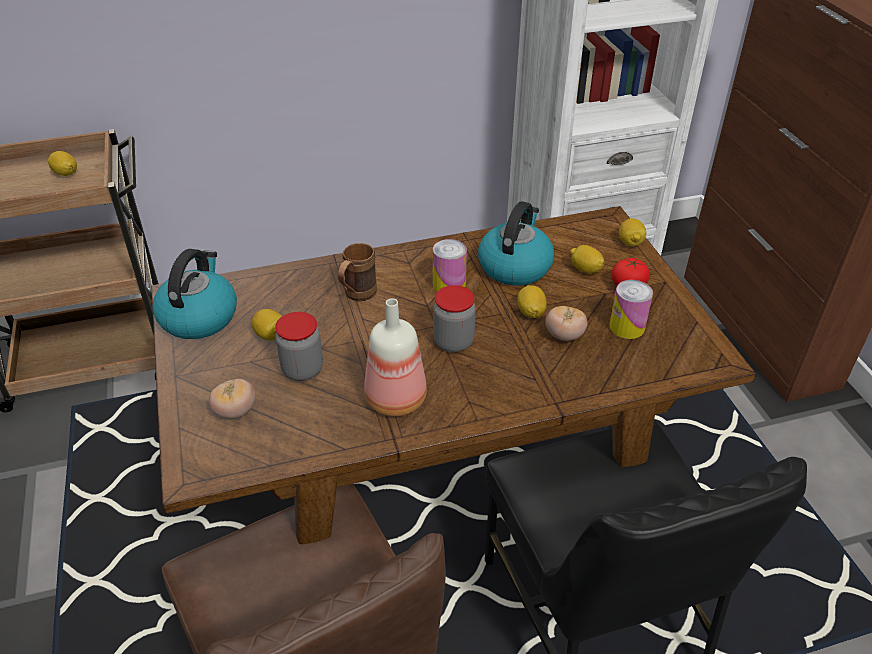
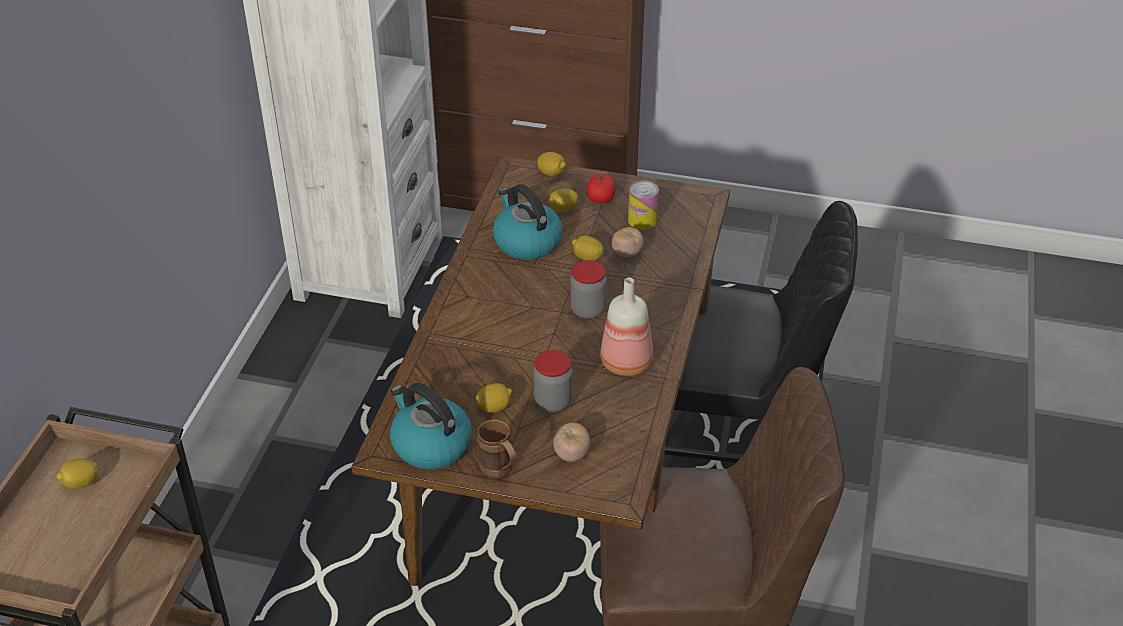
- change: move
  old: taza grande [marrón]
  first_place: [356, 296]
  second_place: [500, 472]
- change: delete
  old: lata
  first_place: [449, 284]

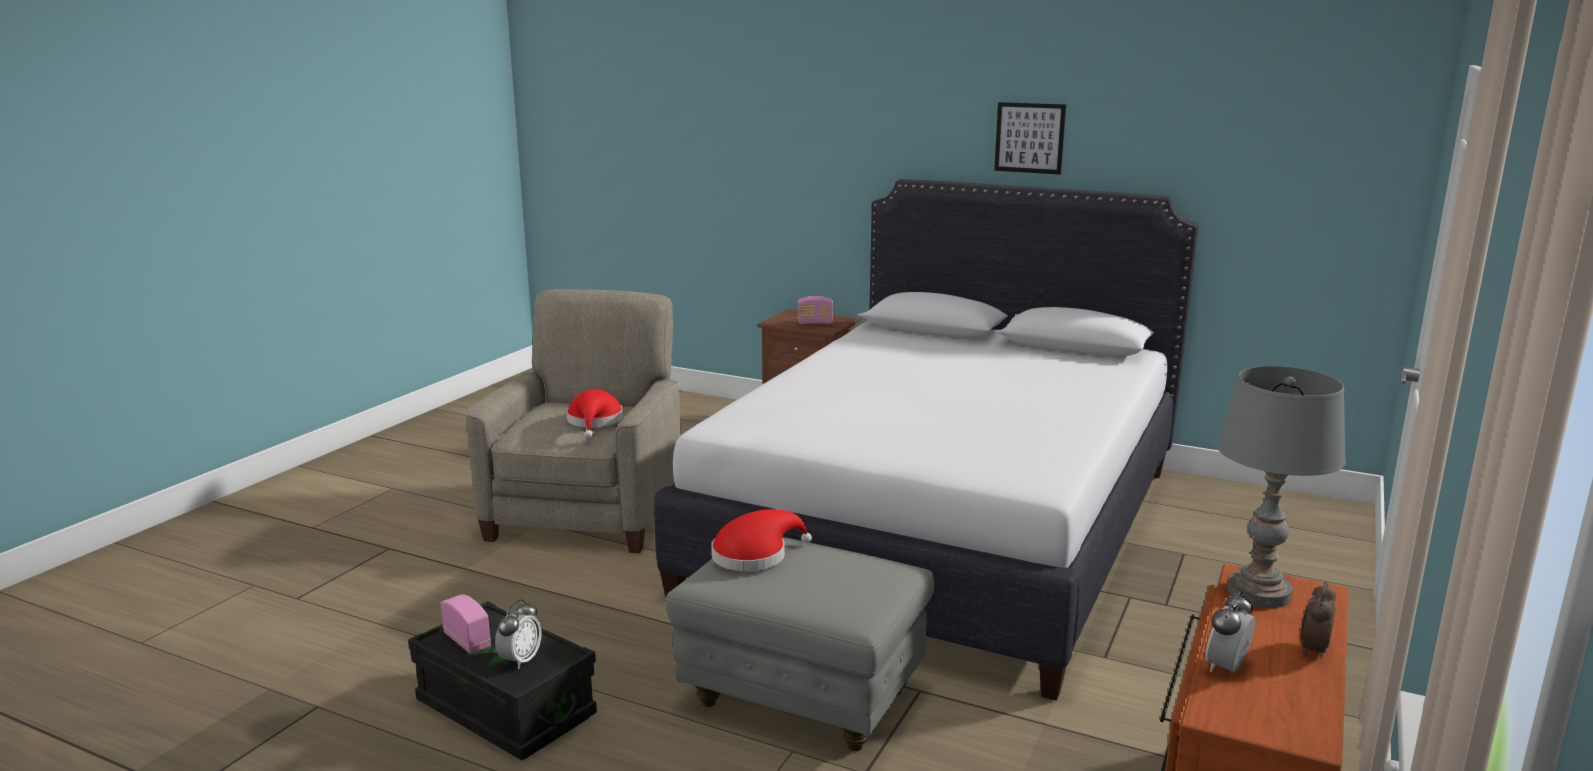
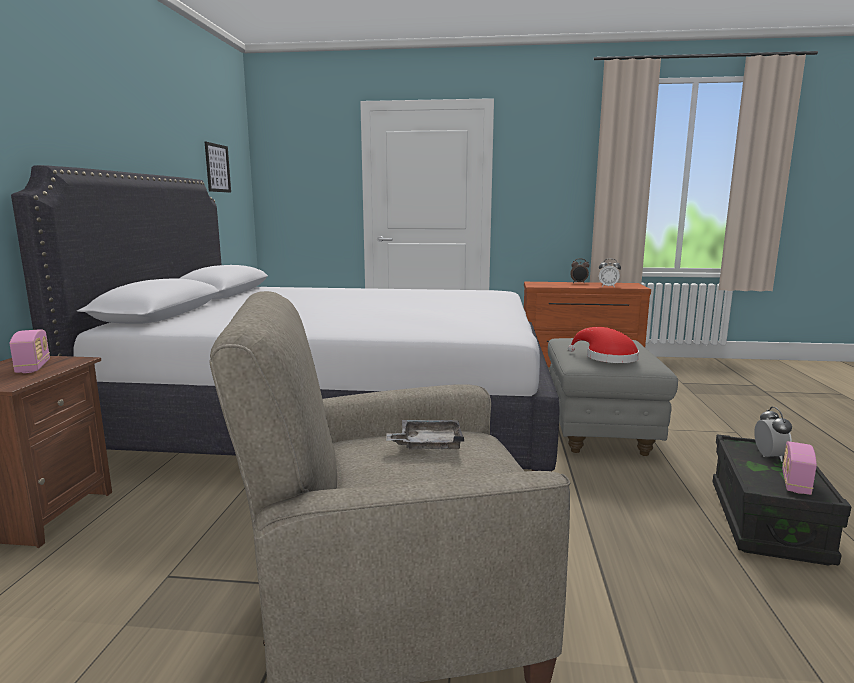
- change: rotate
  old: despertador
  first_place: [520, 660]
  second_place: [769, 456]
  degrees: 90
- change: replace
  old: sombrero [rojo]
  new: bandeja [gris]
  first_place: [595, 422]
  second_place: [428, 444]
- change: move
  old: cuadro
  first_place: [1029, 138]
  second_place: [217, 168]
- change: delete
  old: lámpara de mesa [gris]
  first_place: [1259, 593]

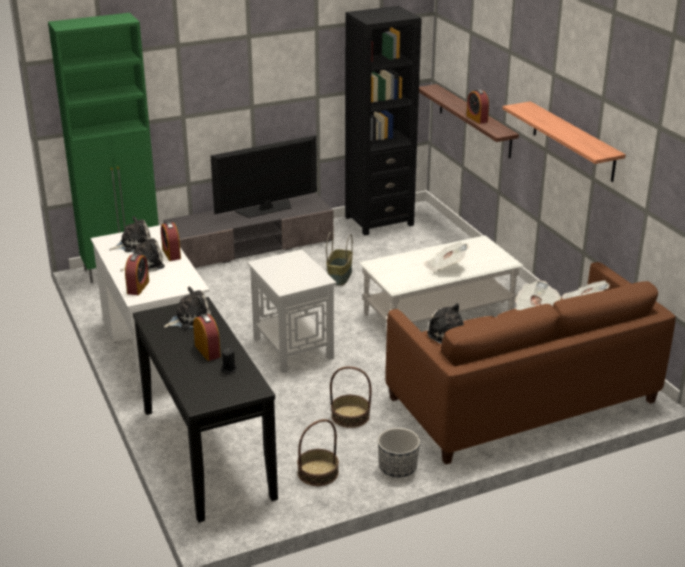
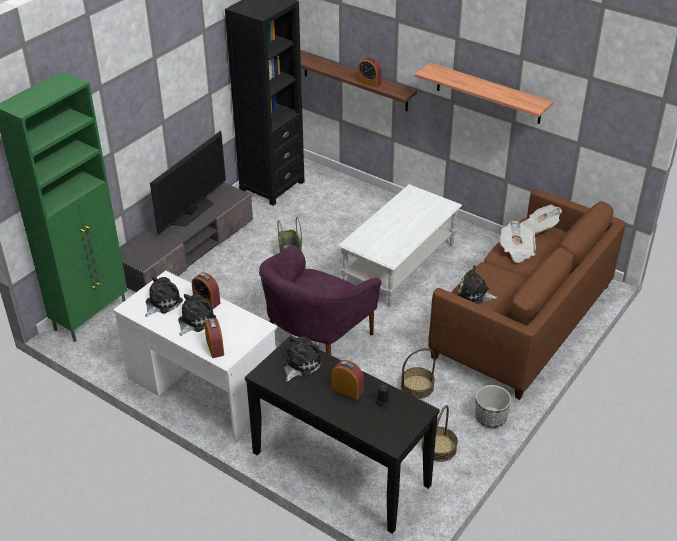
- change: replace
  old: mesa auxiliar [blanco]
  new: sillón [morado]
  first_place: [292, 347]
  second_place: [315, 340]
- change: delete
  old: periódico
  first_place: [445, 267]

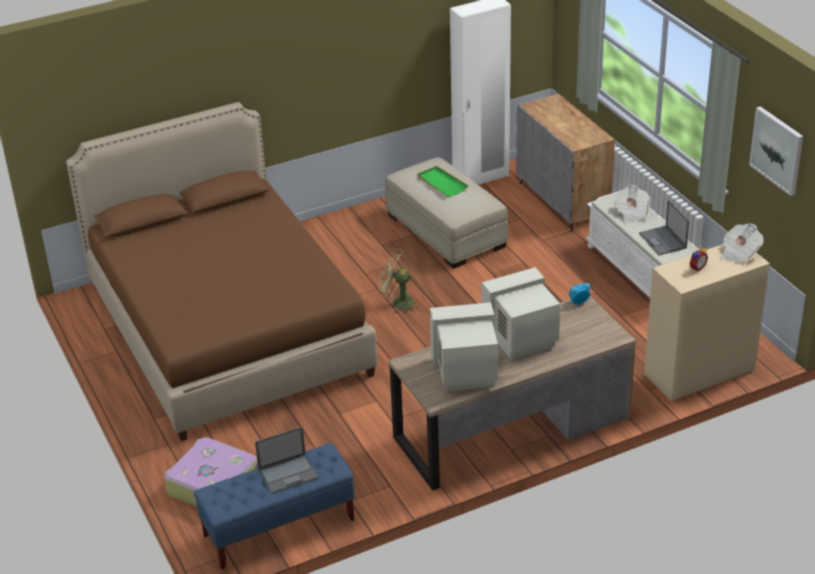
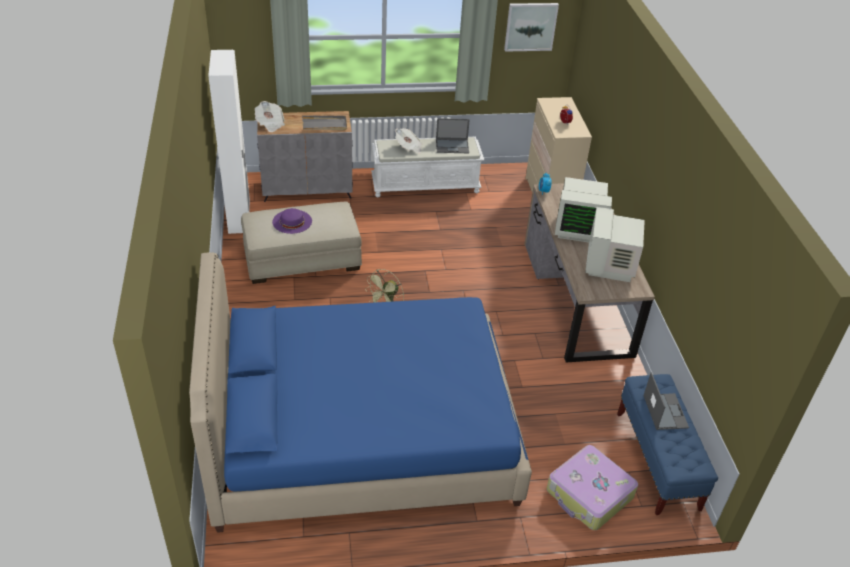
- change: recolor
  old: cama [marrón]
  new: cama [azul]
  first_place: [227, 329]
  second_place: [362, 434]
- change: replace
  old: bandeja [verde]
  new: sombrero [morado]
  first_place: [441, 183]
  second_place: [292, 221]
- change: rotate
  old: monitor
  first_place: [521, 339]
  second_place: [578, 228]
  degrees: -75
- change: move
  old: periódico
  first_place: [739, 253]
  second_place: [270, 124]
- change: insert
  new: bandeja [gris]
  second_place: [324, 125]

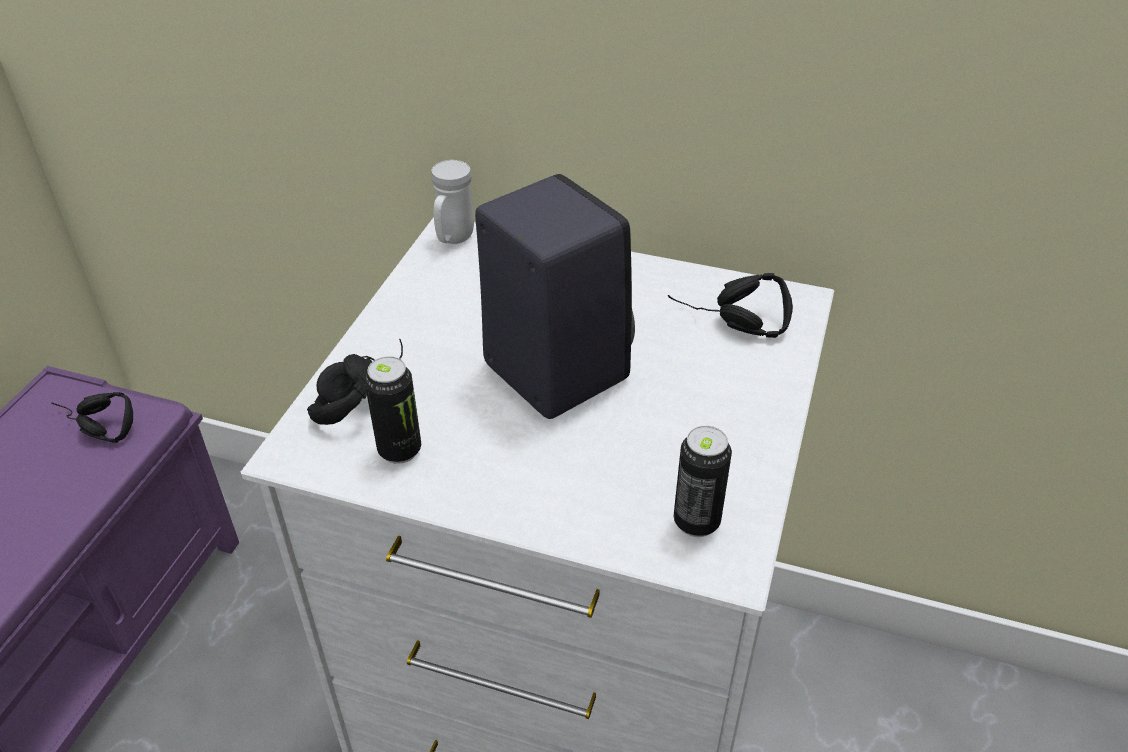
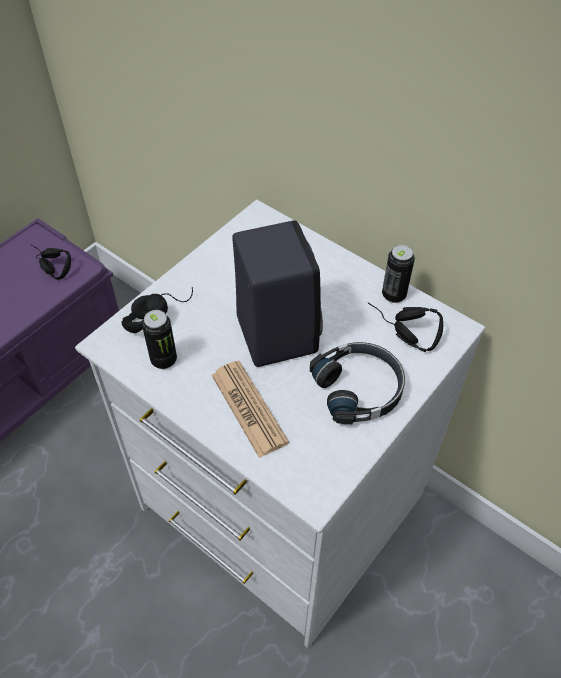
- change: delete
  old: taza grande [blanco]
  first_place: [453, 239]
- change: move
  old: lata
  first_place: [696, 522]
  second_place: [393, 295]
- change: insert
  new: periódico
  second_place: [248, 408]
- change: insert
  new: auriculares [negro]
  second_place: [359, 388]

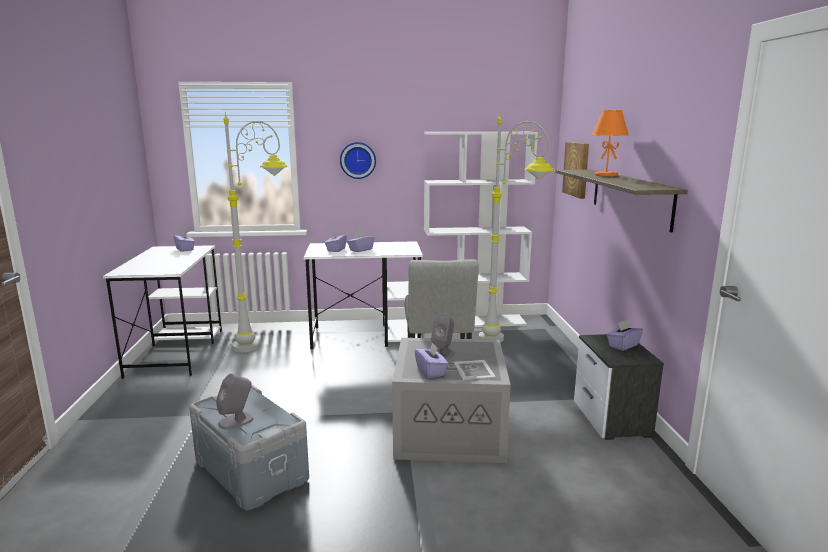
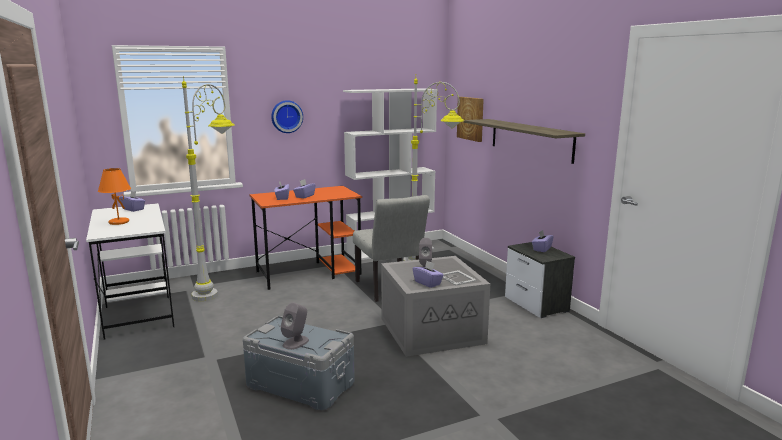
- change: recolor
  old: escritorio [blanco]
  new: escritorio [naranja]
  first_place: [367, 336]
  second_place: [309, 273]
- change: move
  old: lámpara de mesa [naranja]
  first_place: [605, 175]
  second_place: [118, 222]

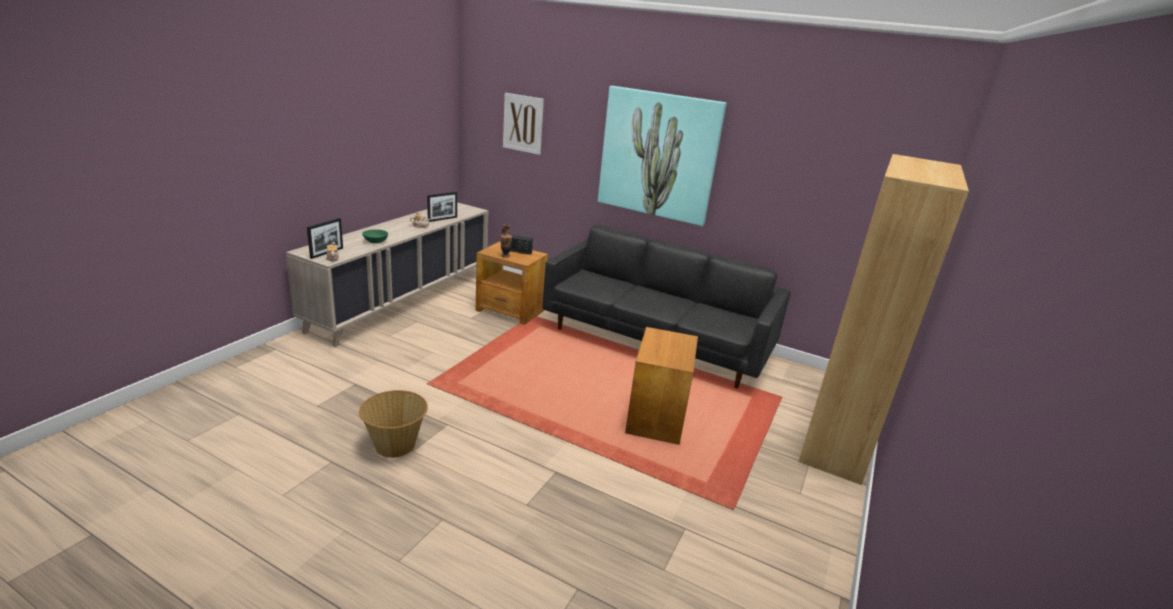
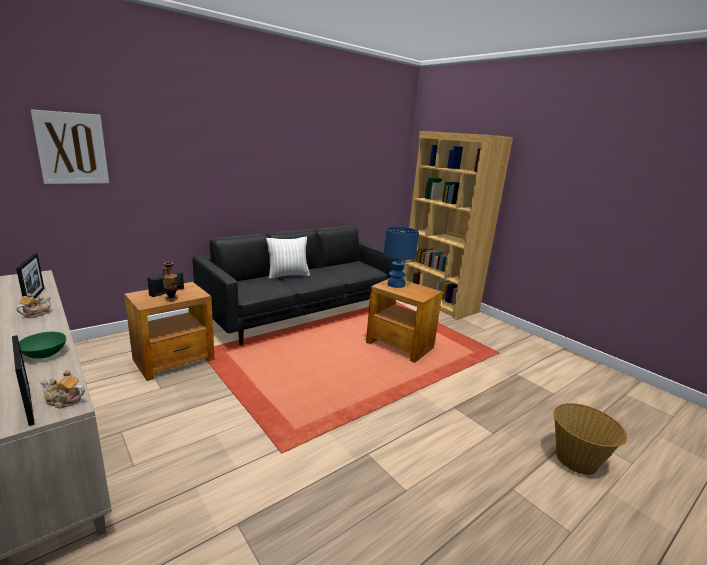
- change: move
  old: cesta
  first_place: [395, 445]
  second_place: [577, 460]
- change: delete
  old: cuadro
  first_place: [658, 155]
- change: insert
  new: cojín [blanco]
  second_place: [288, 275]
- change: insert
  new: lámpara de mesa [azul]
  second_place: [396, 284]

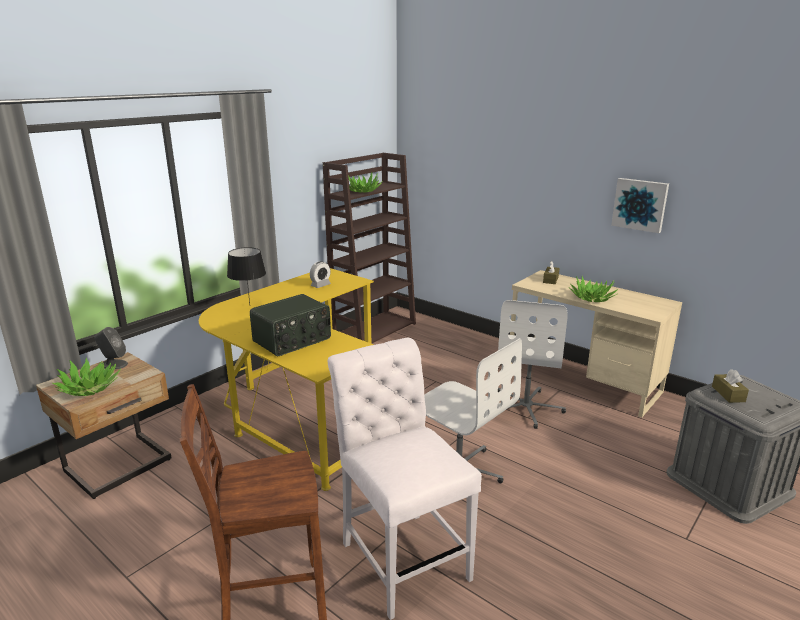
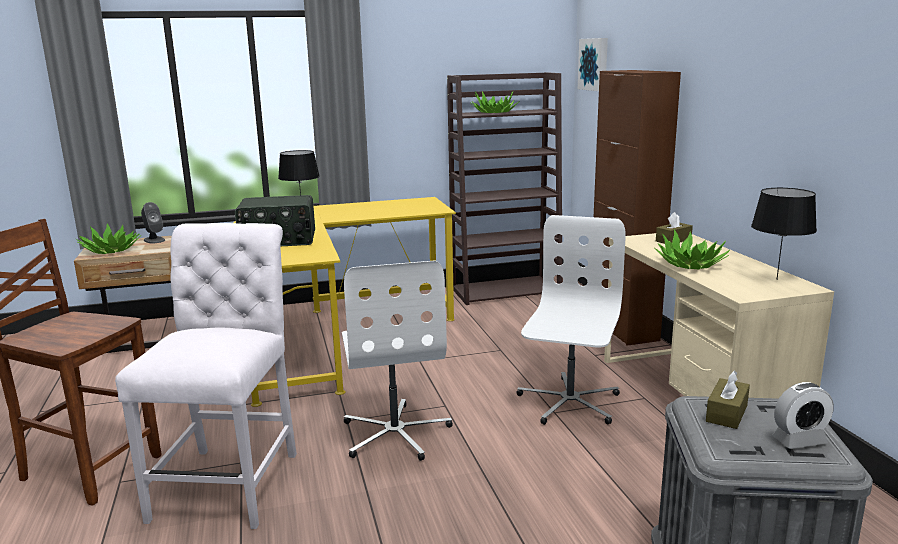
- change: move
  old: despertador
  first_place: [320, 285]
  second_place: [799, 440]
- change: rotate
  old: silla de oficina [blanco]
  first_place: [526, 407]
  second_place: [568, 402]
  degrees: 150
- change: move
  old: cuadro
  first_place: [640, 204]
  second_place: [594, 64]
- change: insert
  new: armario [marrón]
  second_place: [623, 328]
- change: insert
  new: lámpara de mesa [negro]
  second_place: [777, 279]

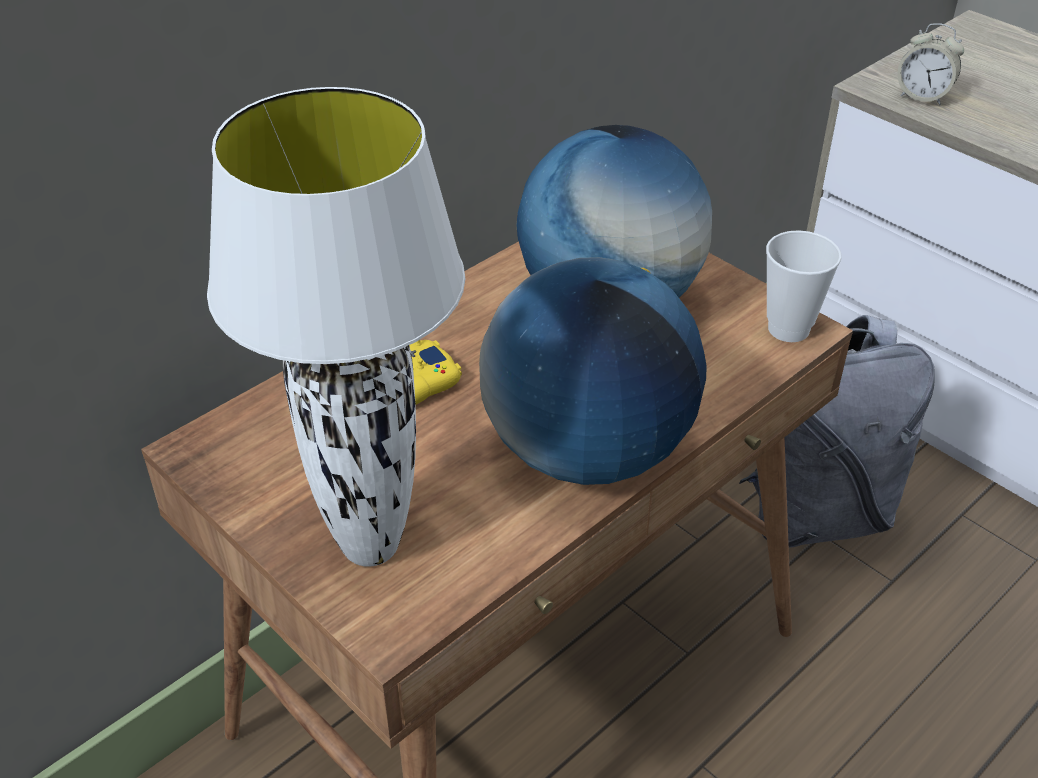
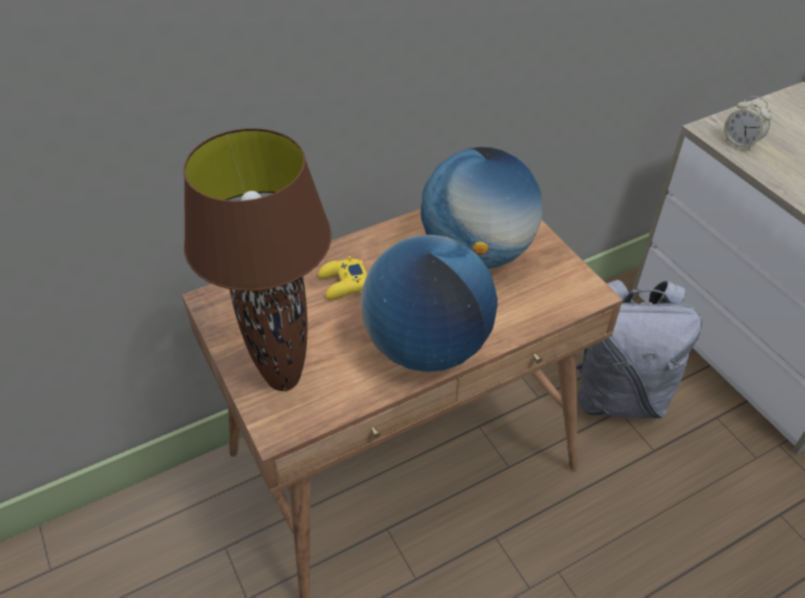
- change: recolor
  old: lámpara de mesa [blanco]
  new: lámpara de mesa [marrón]
  first_place: [368, 547]
  second_place: [282, 379]
- change: delete
  old: taza
  first_place: [788, 329]

